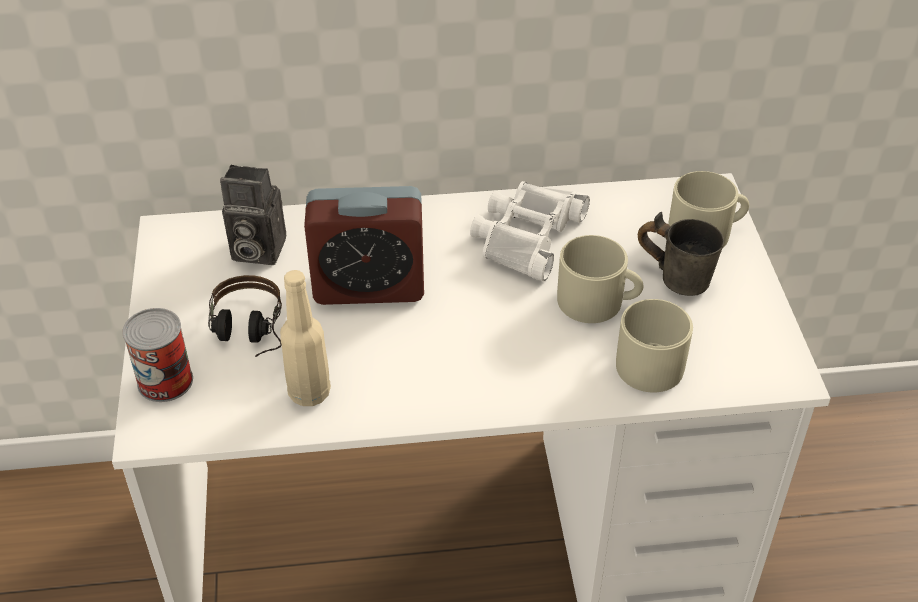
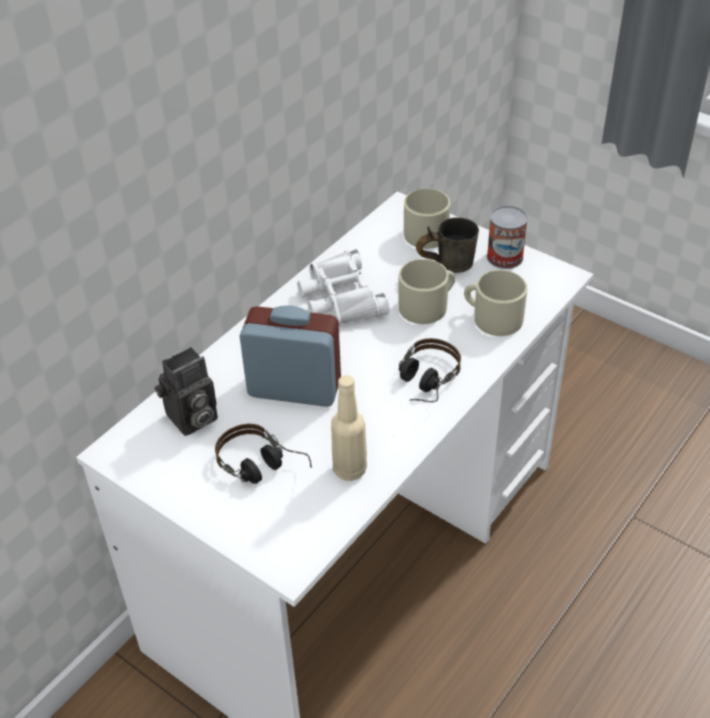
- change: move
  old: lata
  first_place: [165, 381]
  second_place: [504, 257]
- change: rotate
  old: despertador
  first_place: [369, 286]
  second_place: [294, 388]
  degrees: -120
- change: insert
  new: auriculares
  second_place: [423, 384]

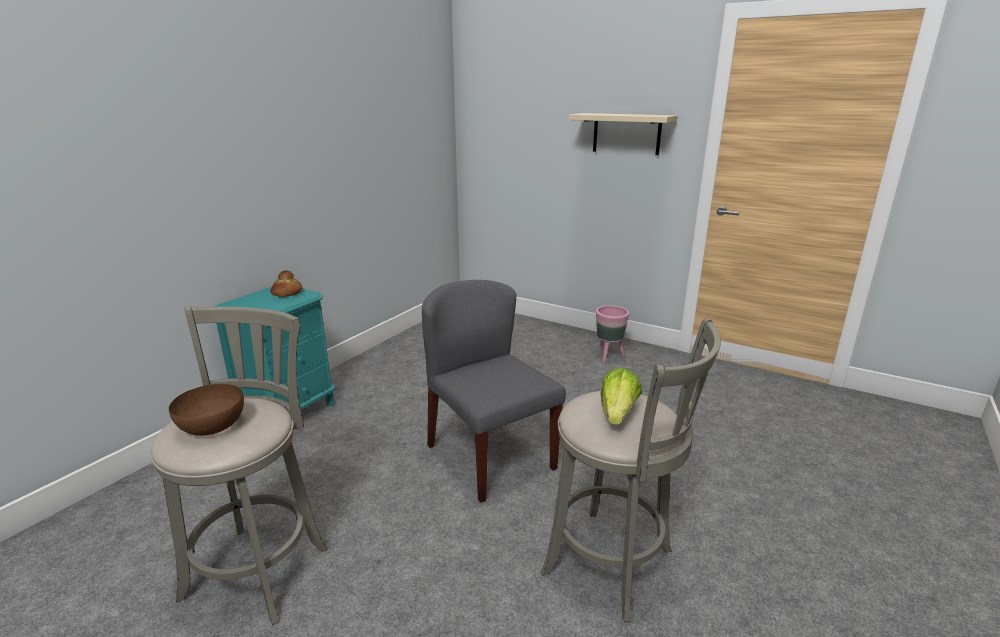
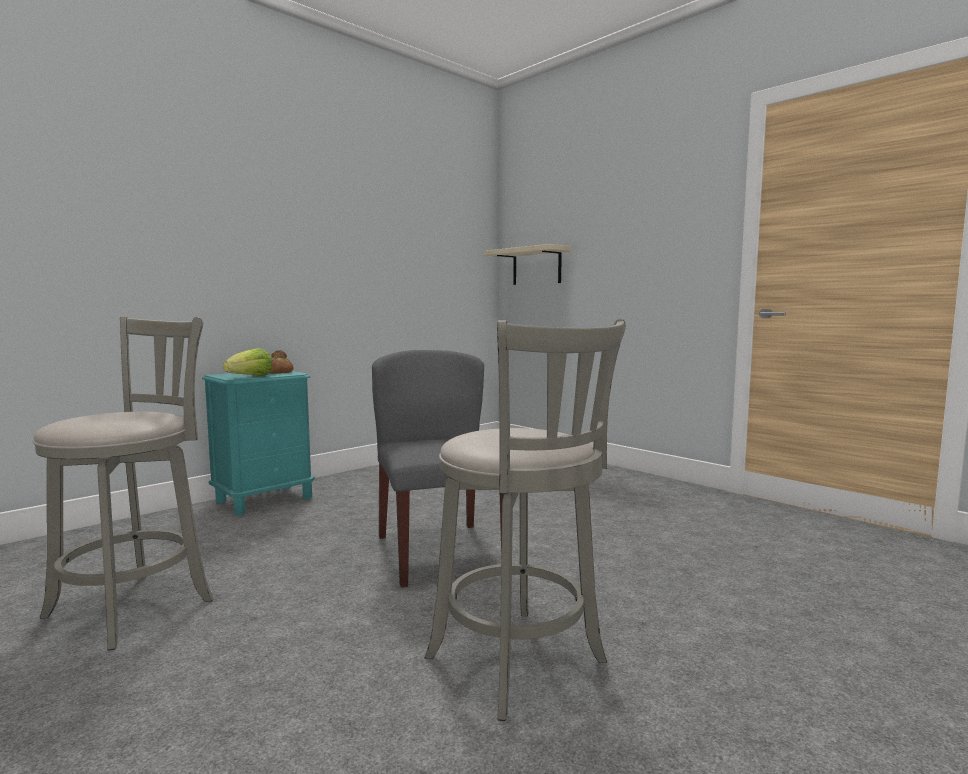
- change: delete
  old: cuenco [marrón]
  first_place: [213, 425]
- change: move
  old: estante [beis]
  first_place: [626, 133]
  second_place: [536, 266]
- change: delete
  old: maceta [rosa]
  first_place: [608, 355]
- change: move
  old: lechuga
  first_place: [618, 413]
  second_place: [251, 377]

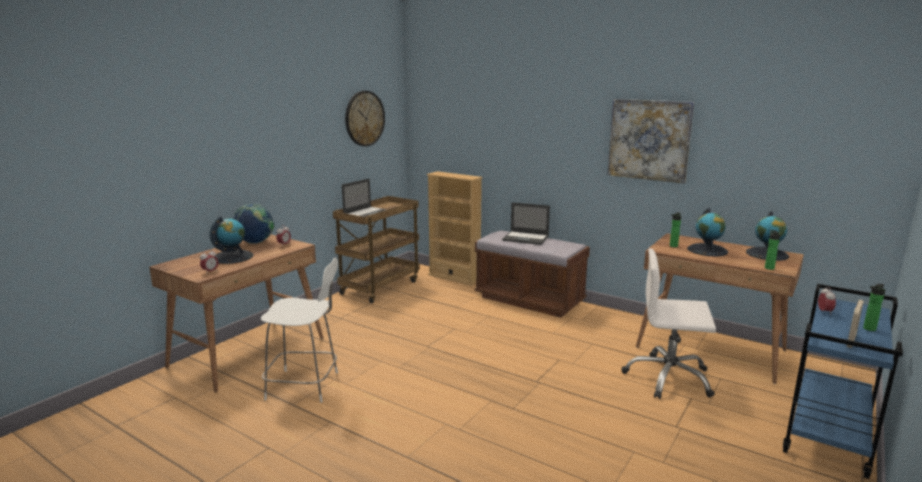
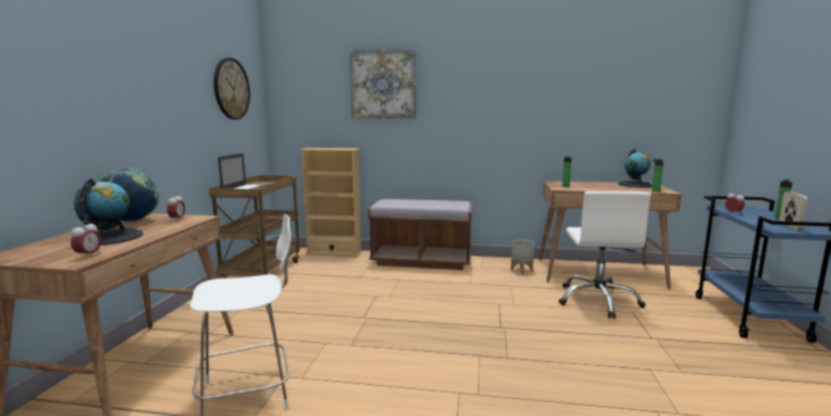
- change: delete
  old: portátil
  first_place: [526, 238]
- change: move
  old: cuadro
  first_place: [649, 140]
  second_place: [383, 84]
- change: rotate
  old: silla de oficina [blanco]
  first_place: [668, 378]
  second_place: [598, 300]
  degrees: -75
- change: delete
  old: globo terráqueo
  first_place: [707, 250]
- change: insert
  new: maceta [gris]
  second_place: [521, 271]

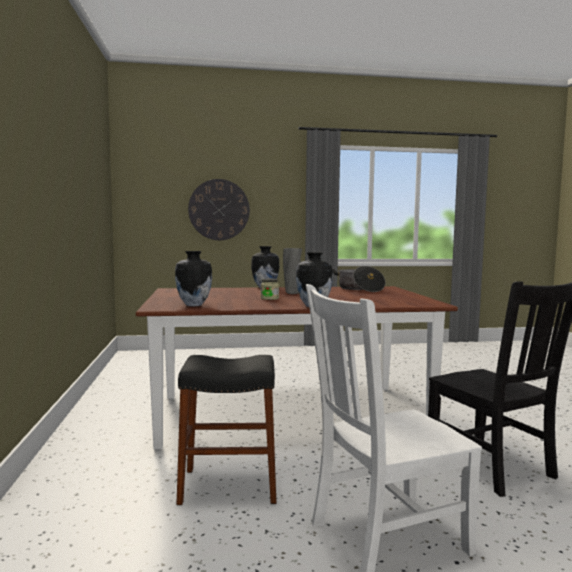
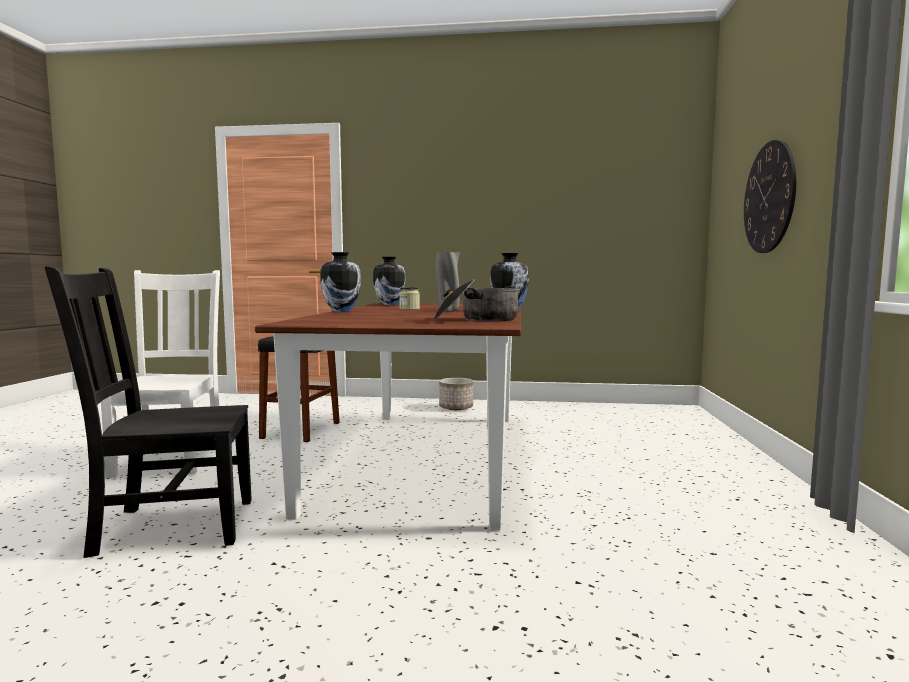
- change: insert
  new: maceta
  second_place: [456, 408]

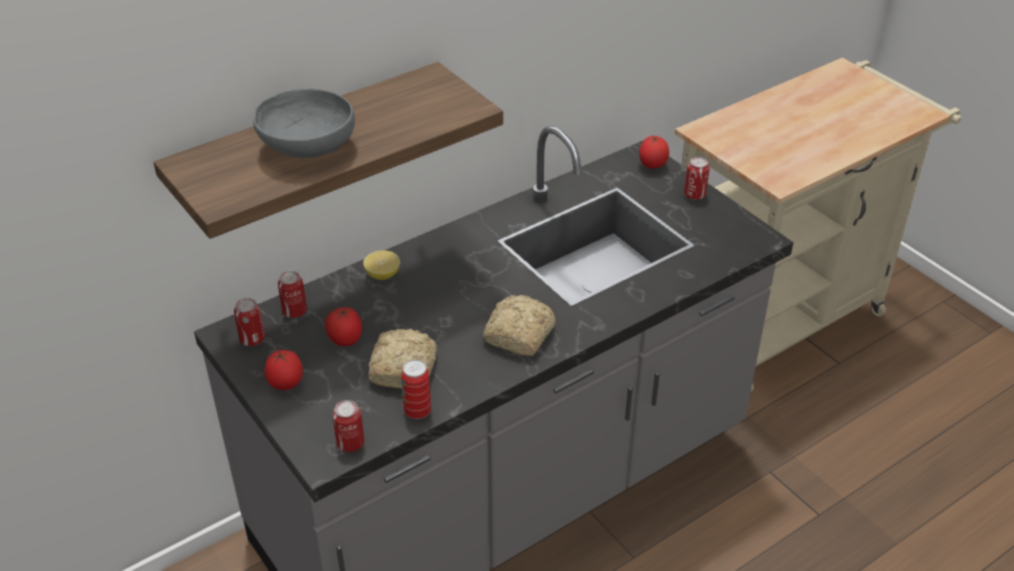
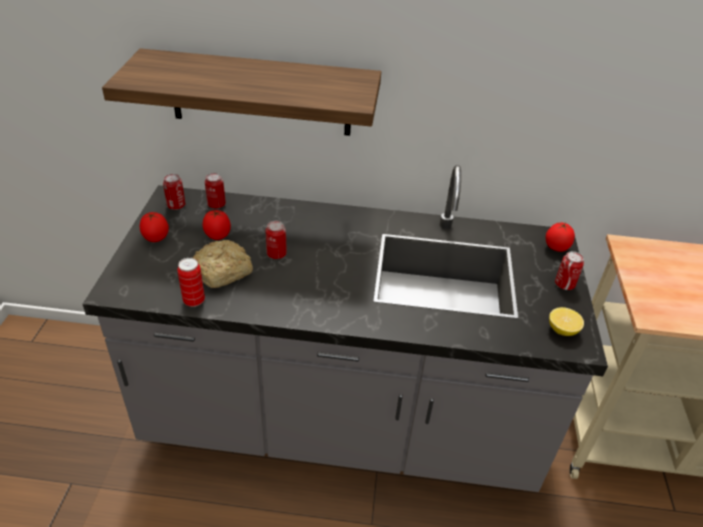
- change: delete
  old: cuenco [gris]
  first_place: [306, 148]
- change: move
  old: lata
  first_place: [350, 443]
  second_place: [276, 254]
- change: move
  old: limón
  first_place: [382, 275]
  second_place: [562, 330]
- change: delete
  old: pan
  first_place: [518, 336]

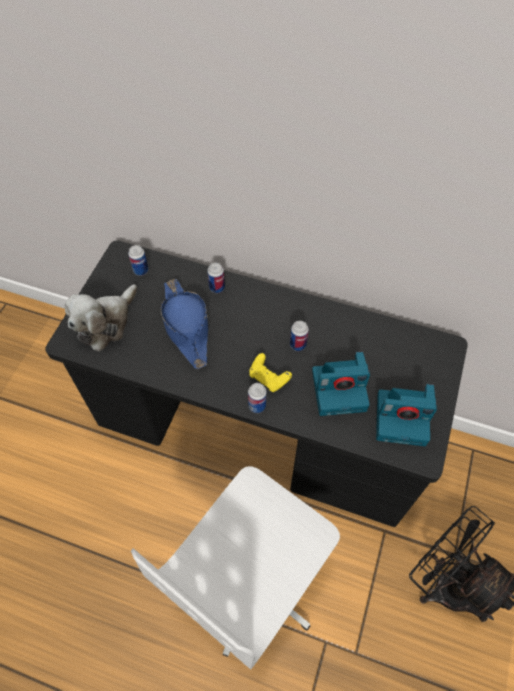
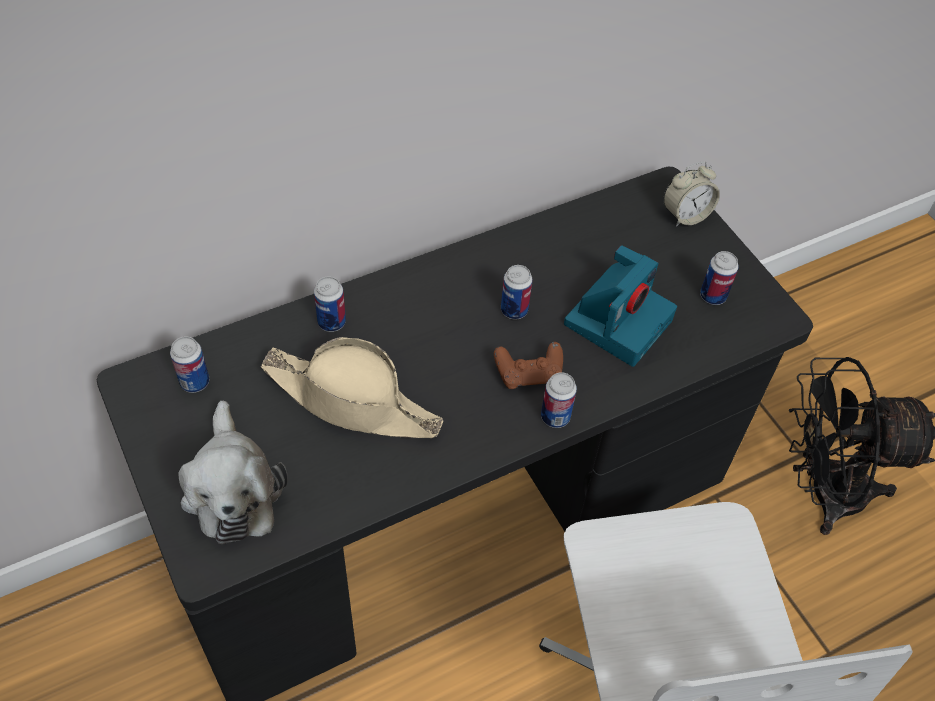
- change: recolor
  old: sombrero [azul]
  new: sombrero [beis]
  first_place: [186, 327]
  second_place: [353, 401]
- change: recolor
  old: mando de consola [amarillo]
  new: mando de consola [marrón]
  first_place: [269, 378]
  second_place: [529, 374]
- change: replace
  old: cámara
  new: lata
  first_place: [402, 418]
  second_place: [713, 296]
- change: insert
  new: despertador
  second_place: [685, 215]

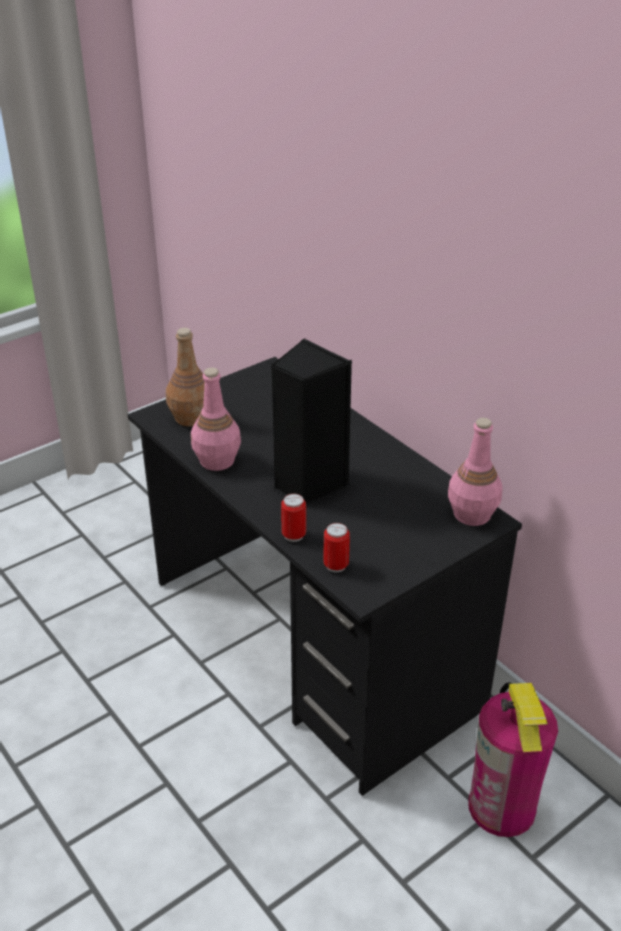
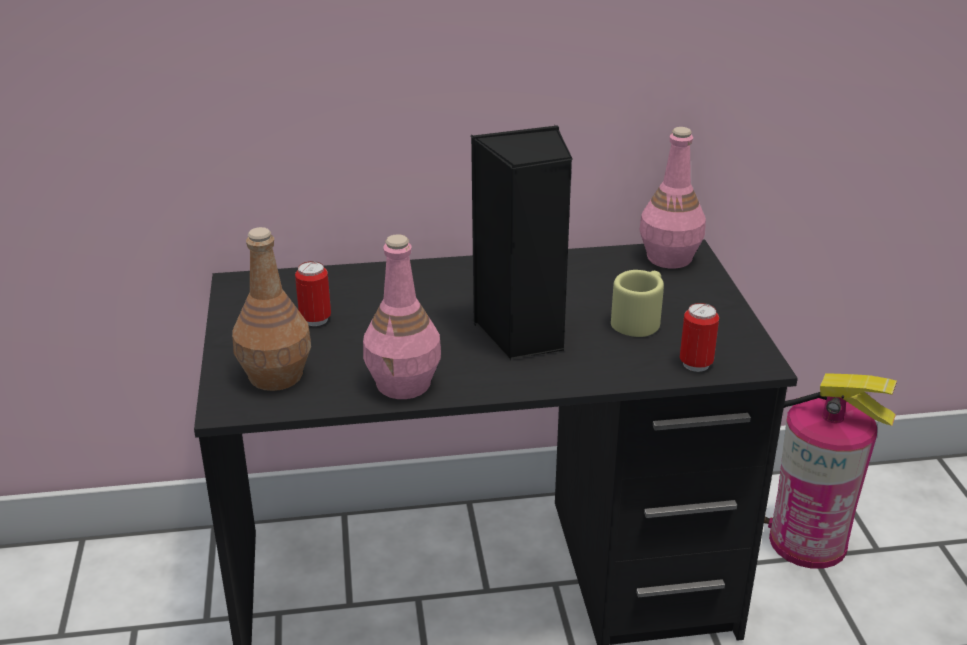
- change: move
  old: lata
  first_place: [293, 535]
  second_place: [315, 319]
- change: insert
  new: taza grande [beis]
  second_place: [639, 320]

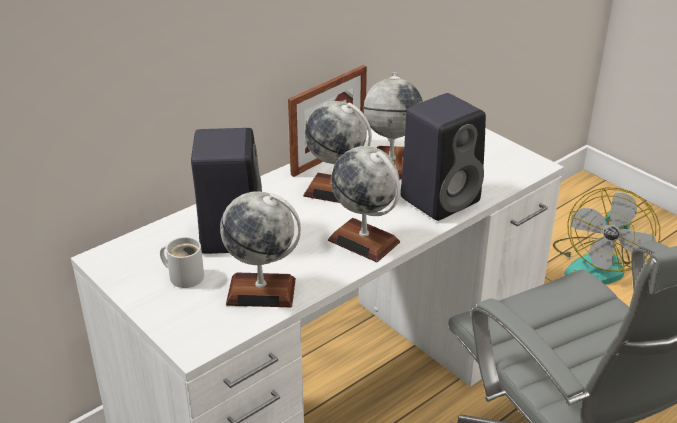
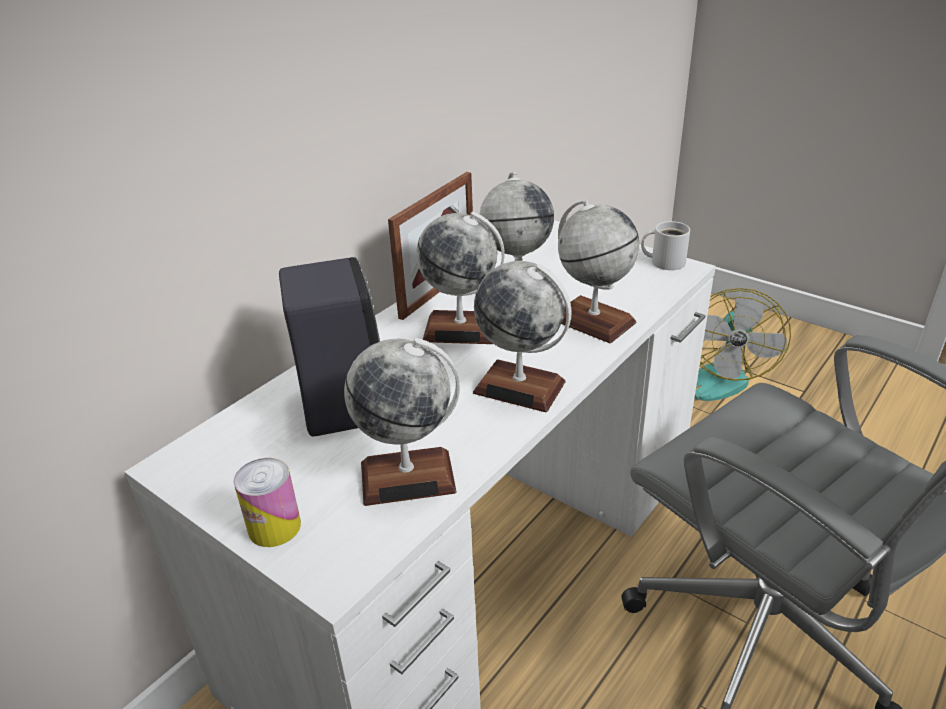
- change: move
  old: taza grande [blanco]
  first_place: [184, 275]
  second_place: [665, 261]
- change: replace
  old: altavoz [negro]
  new: globo terráqueo
  first_place: [441, 198]
  second_place: [593, 321]
- change: insert
  new: lata
  second_place: [274, 527]

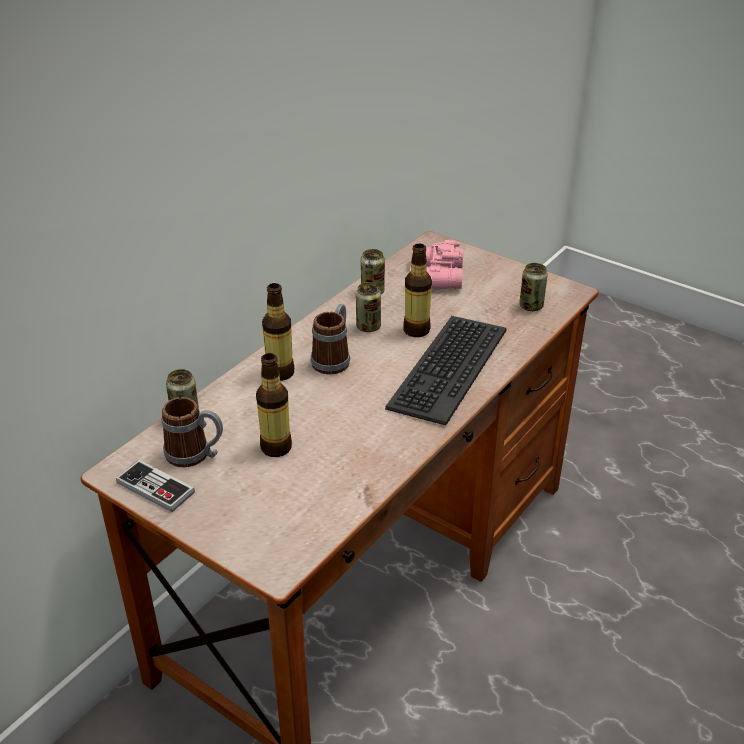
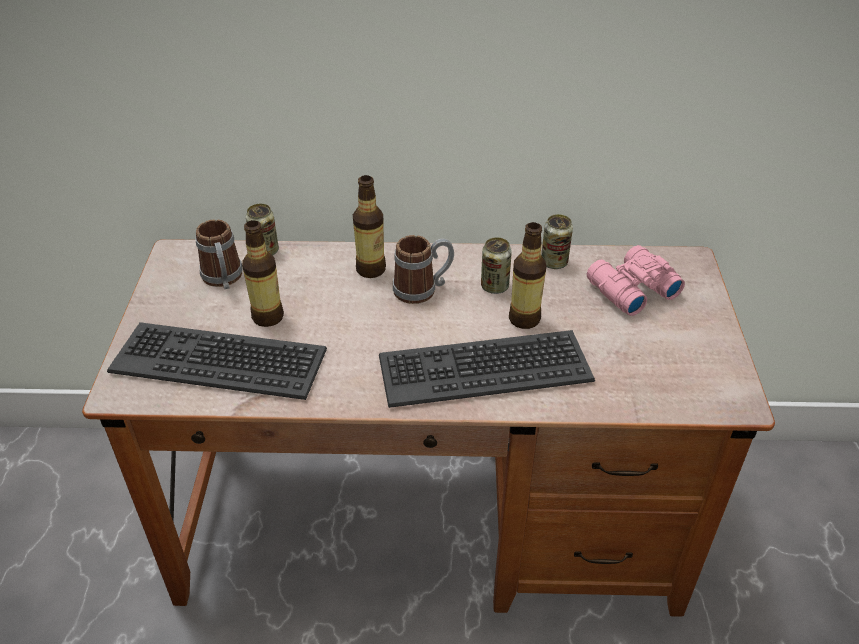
- change: delete
  old: mando de consola
  first_place: [155, 488]
- change: delete
  old: lata
  first_place: [531, 306]
- change: insert
  new: teclado
  second_place: [220, 360]

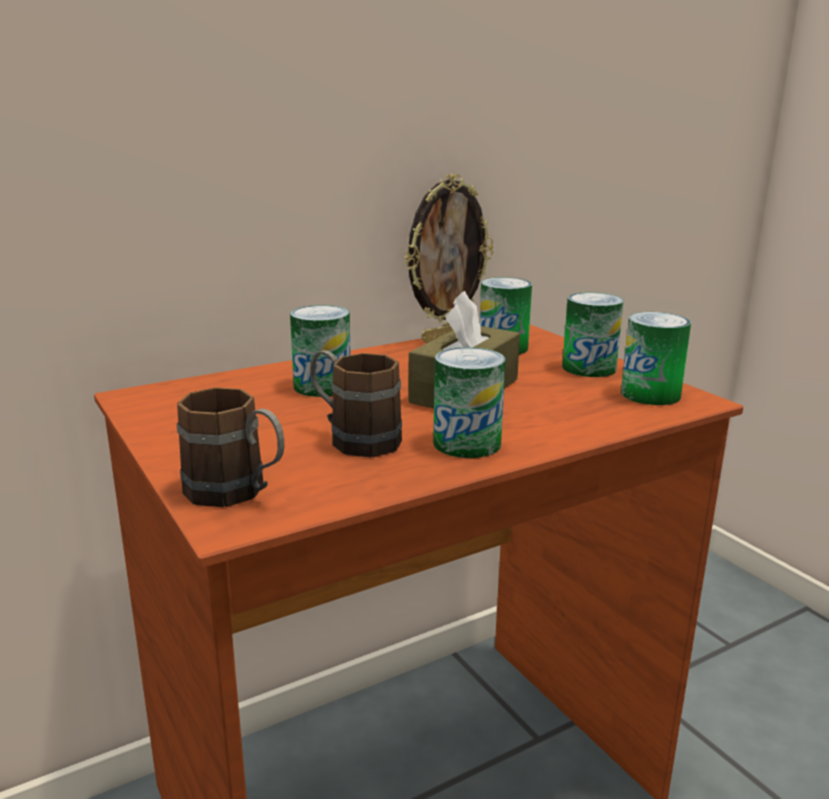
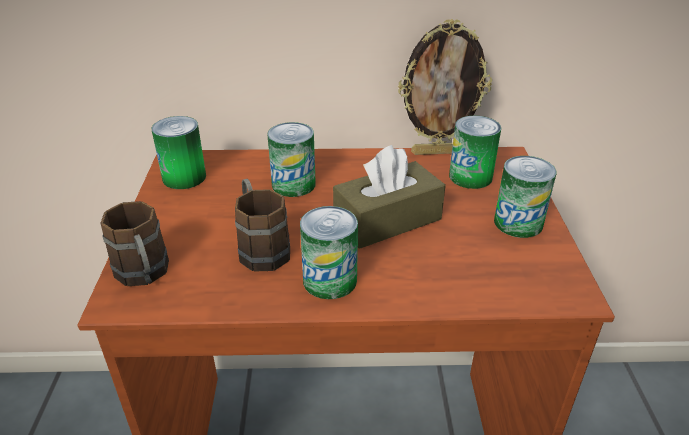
- change: move
  old: lata
  first_place: [650, 394]
  second_place: [184, 177]

